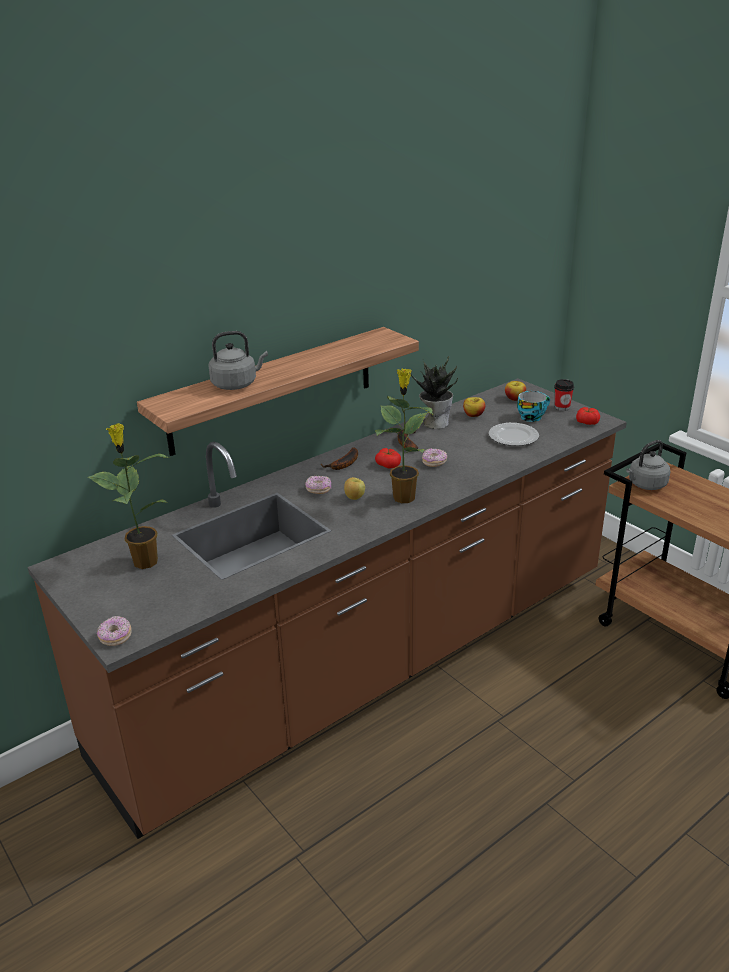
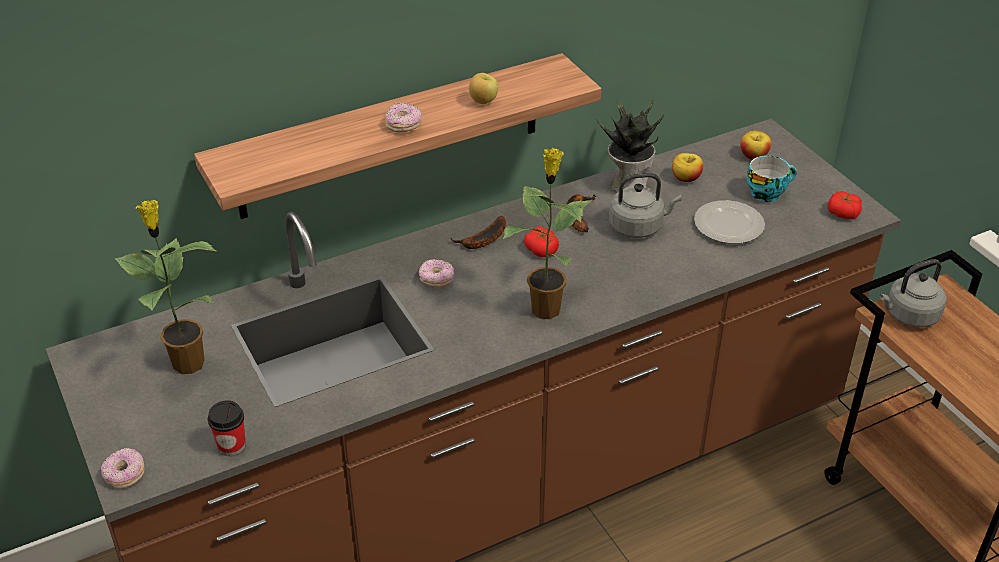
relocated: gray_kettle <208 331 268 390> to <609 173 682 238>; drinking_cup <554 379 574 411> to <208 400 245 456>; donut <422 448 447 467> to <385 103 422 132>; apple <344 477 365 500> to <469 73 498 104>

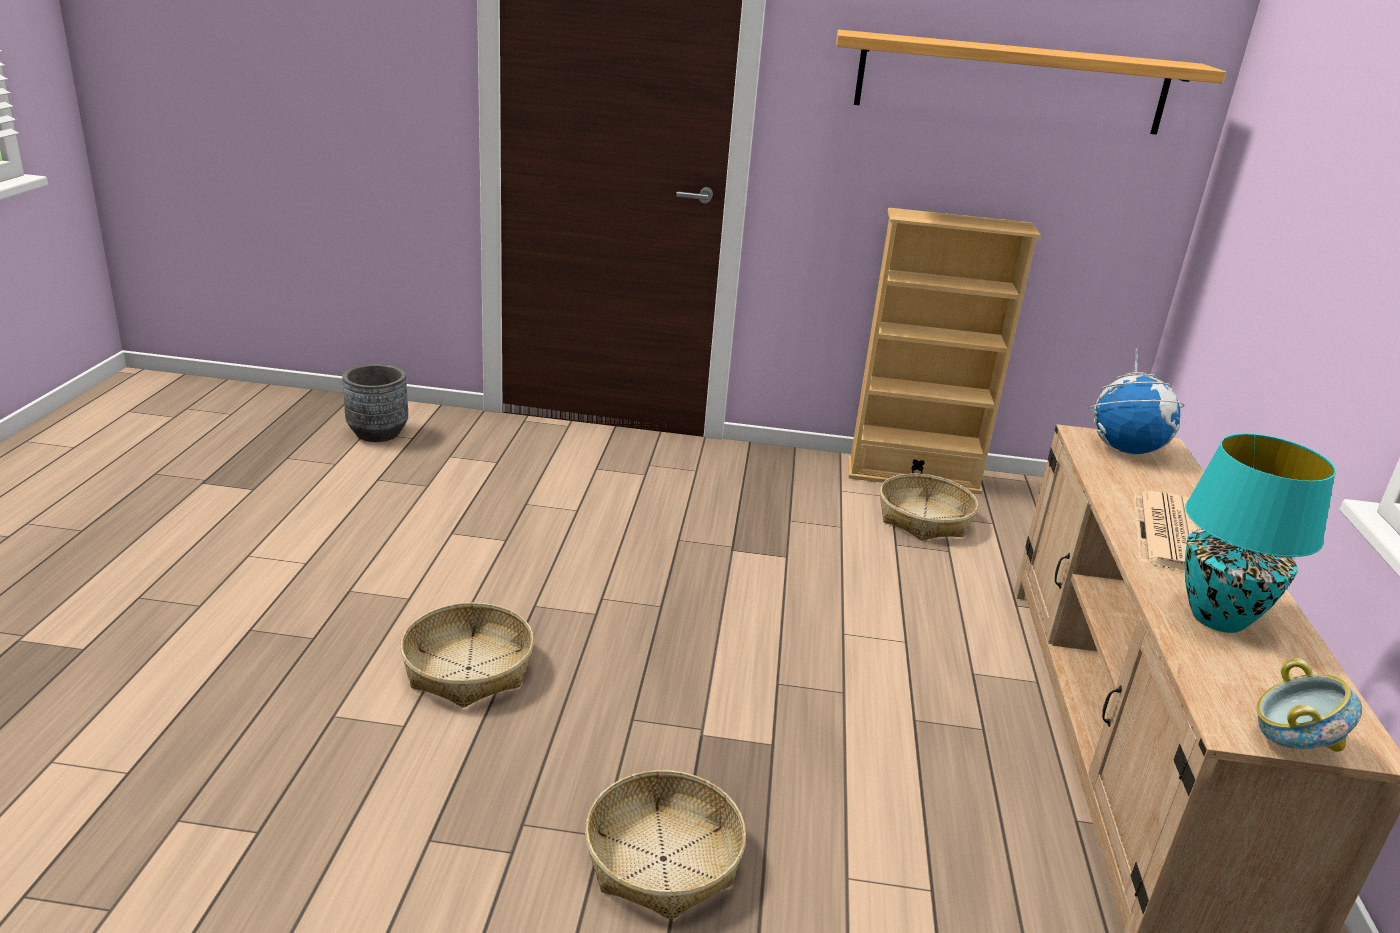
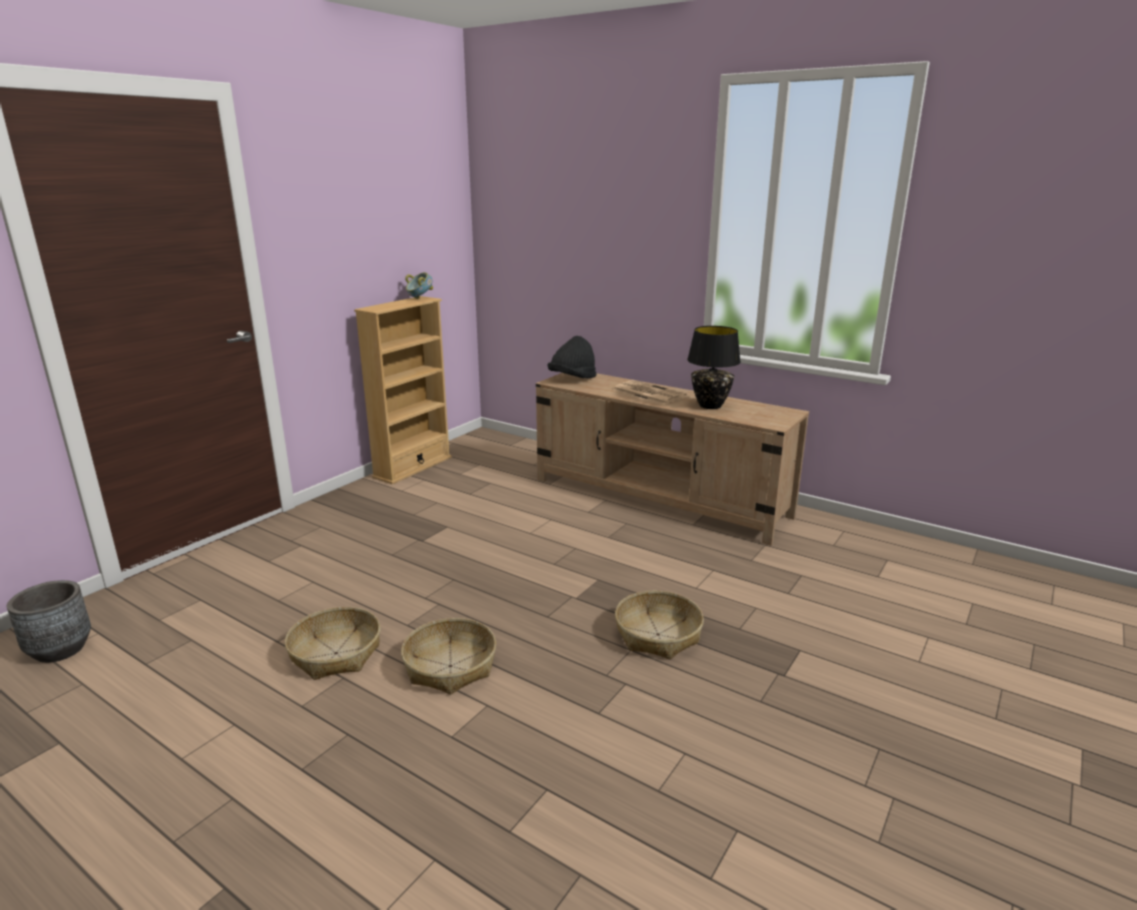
missing: shelf <836 30 1226 135>
relocated: storage_basket <880 473 978 541> to <285 607 380 680>; deep_dish <1256 658 1362 752> to <405 272 433 299>
exchanged: world_globe <1089 349 1185 454> to black-coloured_wearable_hat <548 336 597 378>
colour: turquoise_table_lamp <1185 434 1336 633> to black-coloured_table_lamp <687 326 741 409>

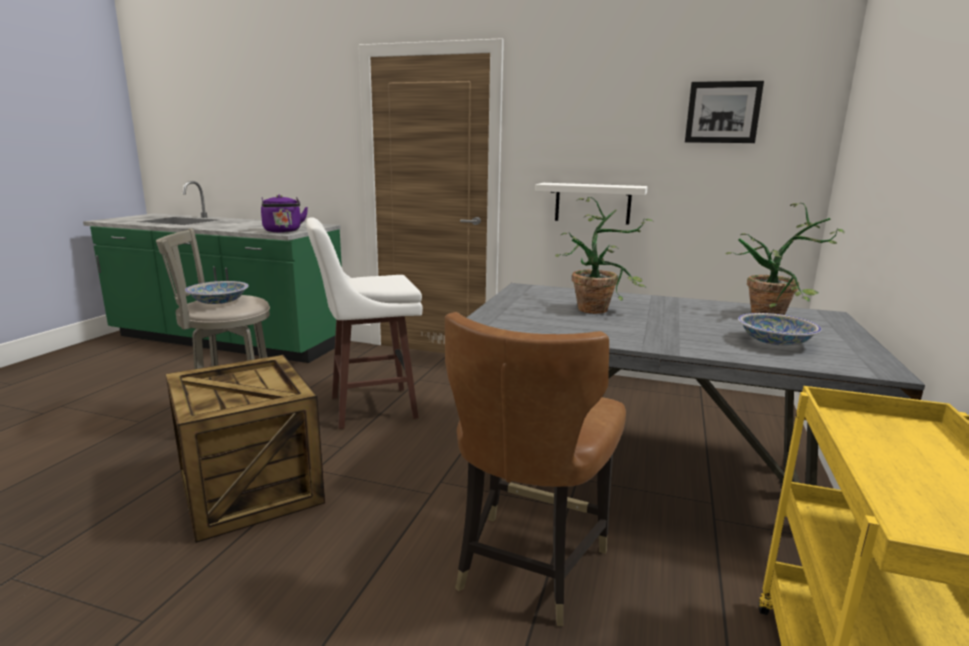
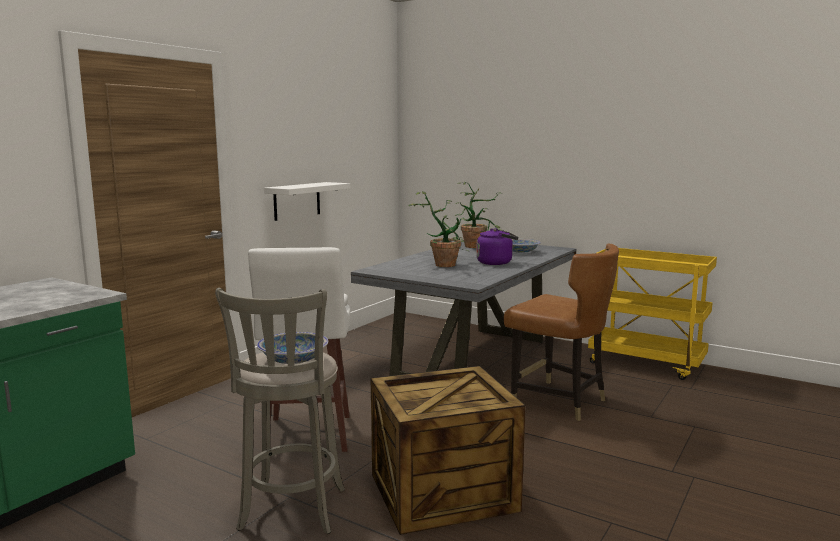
missing: picture <685 81 764 143>
relocated: purple-coloured_kettle <261 195 308 232> to <476 228 518 265>

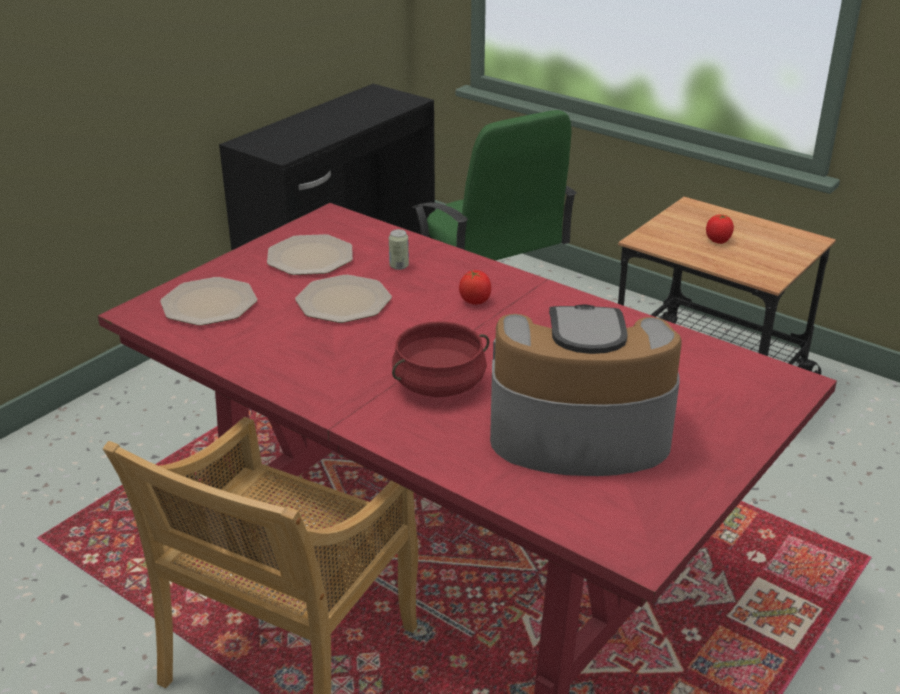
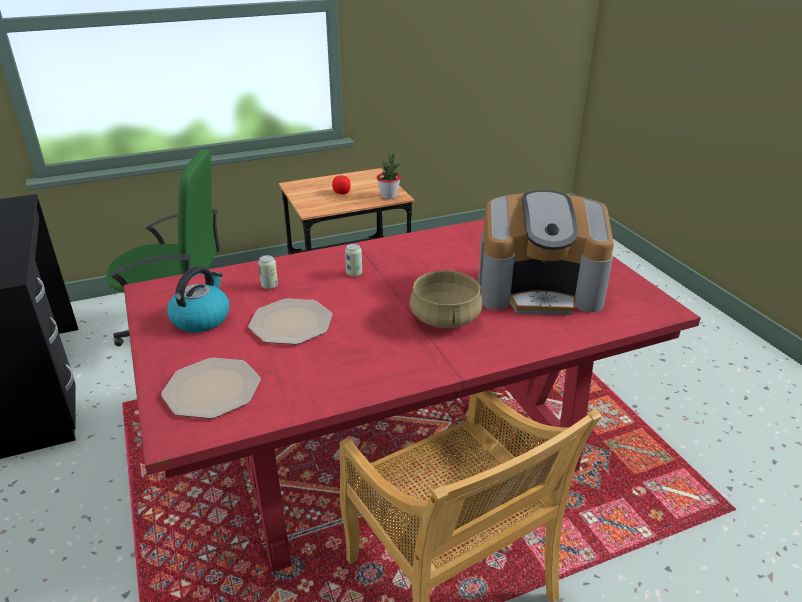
appeared: houseplant <377 152 401 199>
exchanged: flat_dish <267 234 353 275> to kettle <167 266 229 332>; fresh_tomato <459 270 491 305> to sealed_can <345 244 362 277>
colour: red_stockpot <392 321 490 397> to beige_stockpot <409 270 482 328>
spun: coffee_machine <490 305 682 476> = <478 190 614 315> 120 degrees counterclockwise

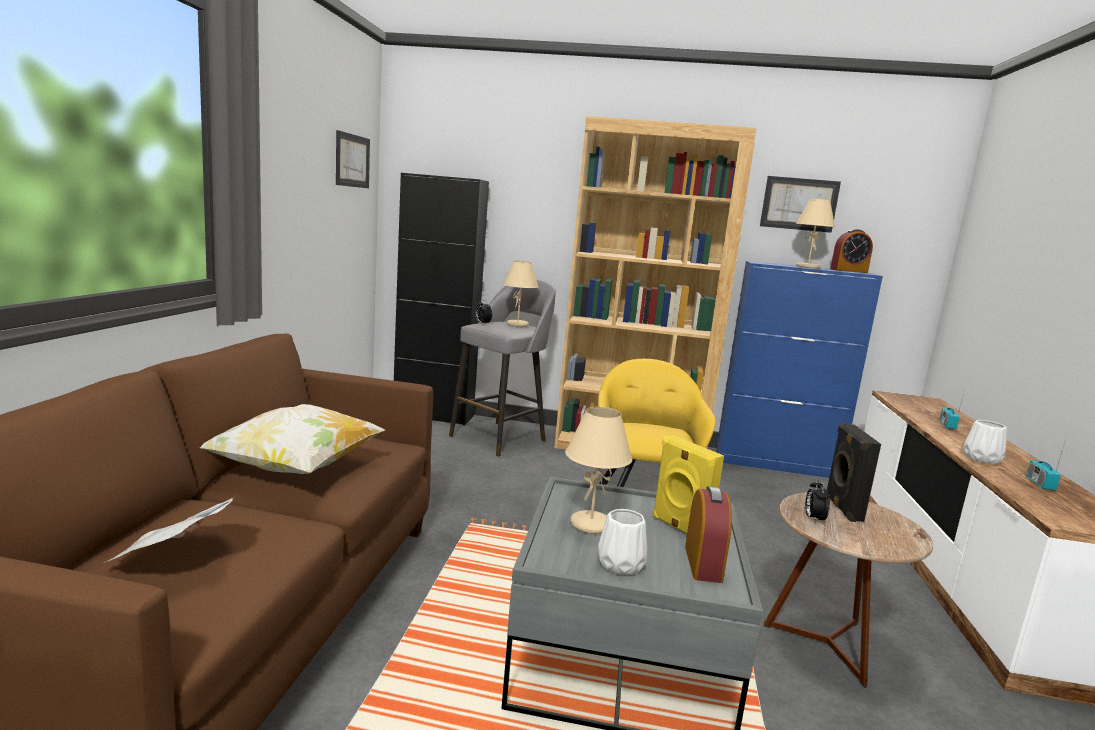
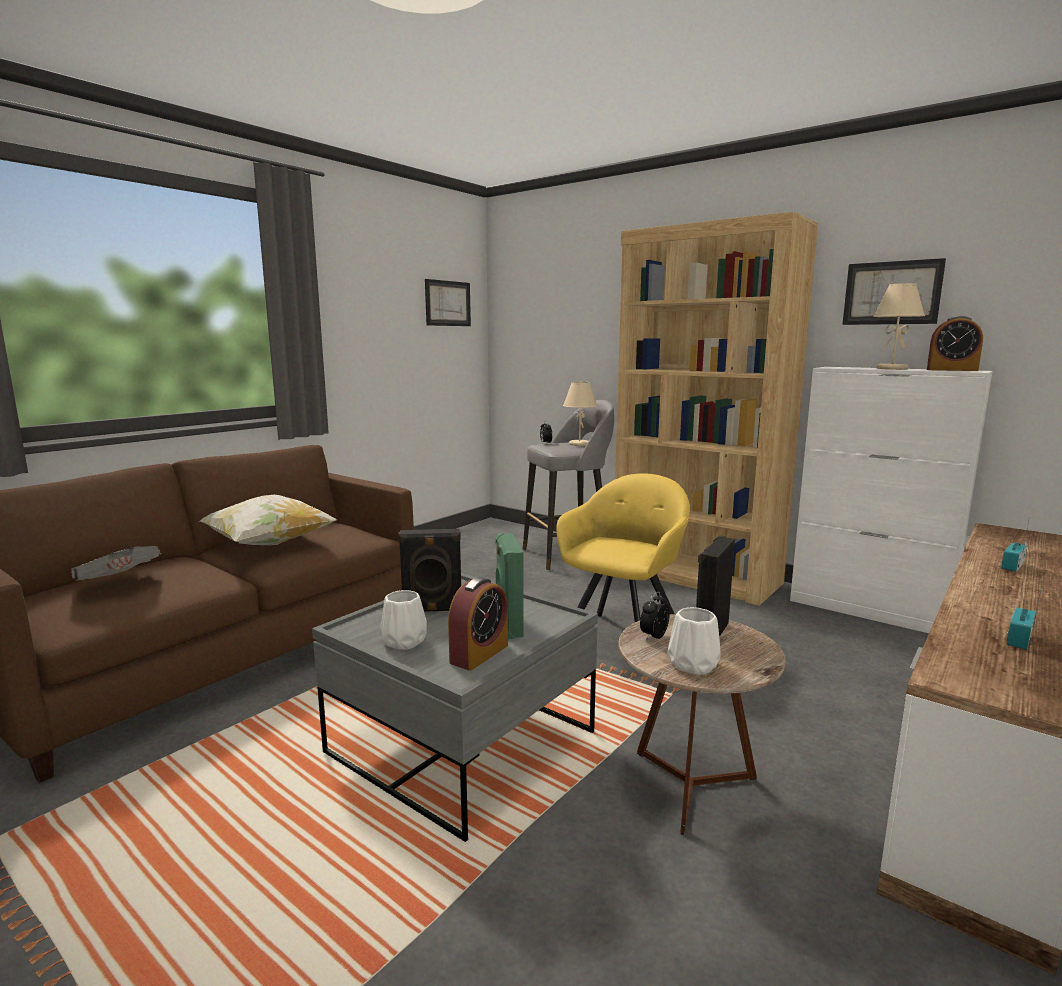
missing: black-coloured_cabinet <394 173 489 426>
relocated: white-coloured_flower_vase <963 420 1007 464> to <668 607 721 675>
exchanged: beige_table_lamp <565 407 632 534> to black-coloured_audio_speaker <398 529 461 612>
colour: blue-coloured_cabinet <716 261 883 478> to white-coloured_cabinet <790 367 993 633>; yellowish_audio_speaker <652 435 724 534> to green-coloured_audio_speaker <495 533 524 639>

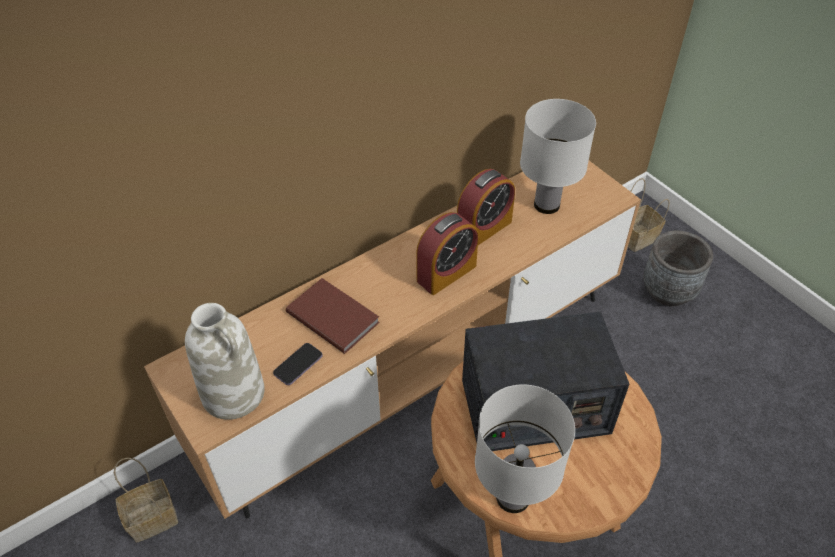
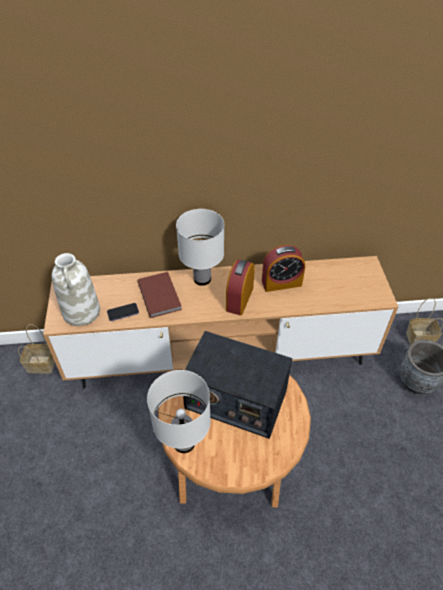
relocated: white-coloured_table_lamp <520 99 596 214> to <176 209 224 286>
spun: alarm_clock <416 212 478 295> = <226 259 255 315> 120 degrees clockwise

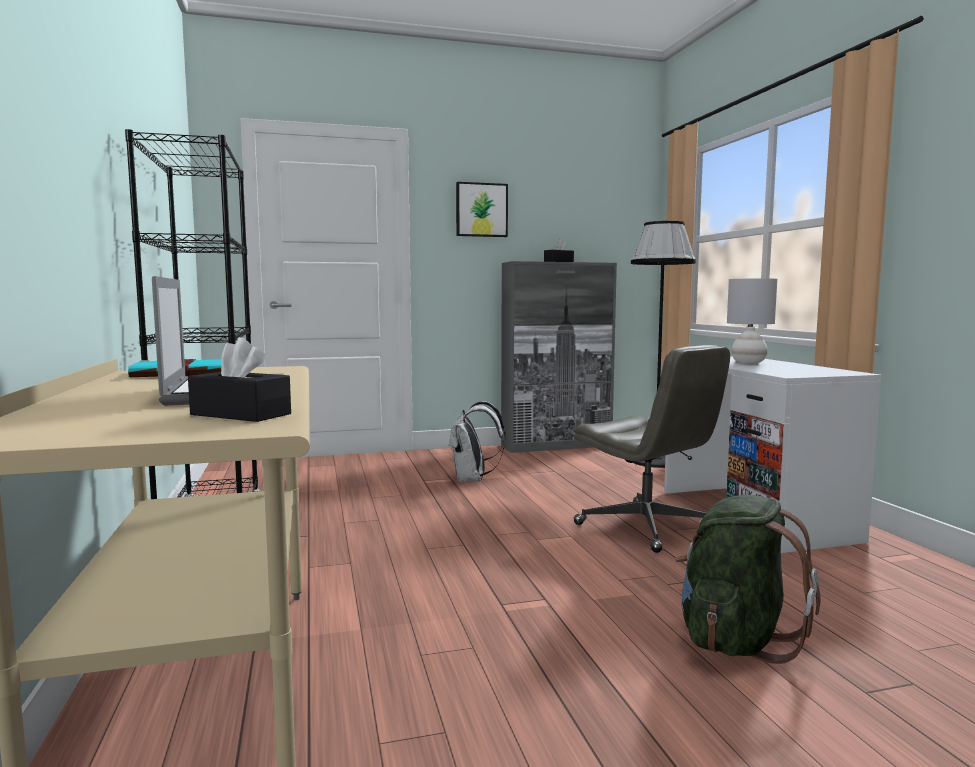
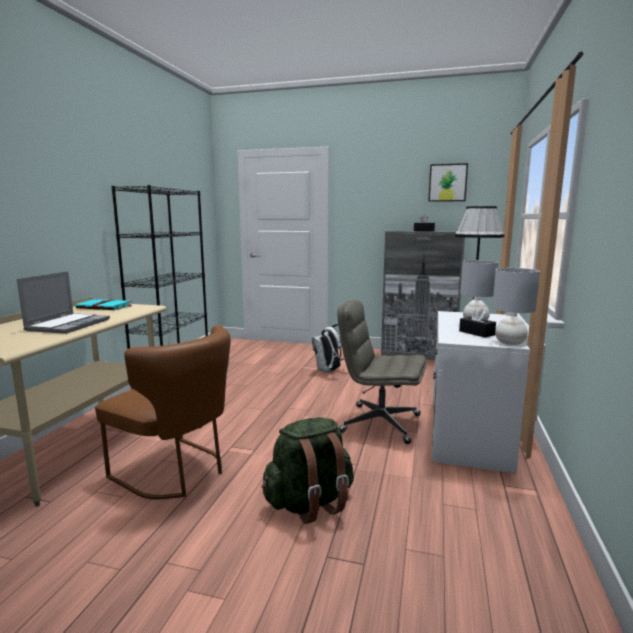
appeared: gray_table_lamp <492 268 540 345>; brown-coloured_chair <95 325 231 499>
relocated: picture <456 182 508 237> to <428 163 468 202>; black-coloured_tissue_holder <188 337 291 422> to <459 307 496 338>
spun: gray_desk_chair <573 345 730 553> = <337 300 426 444> 120 degrees clockwise

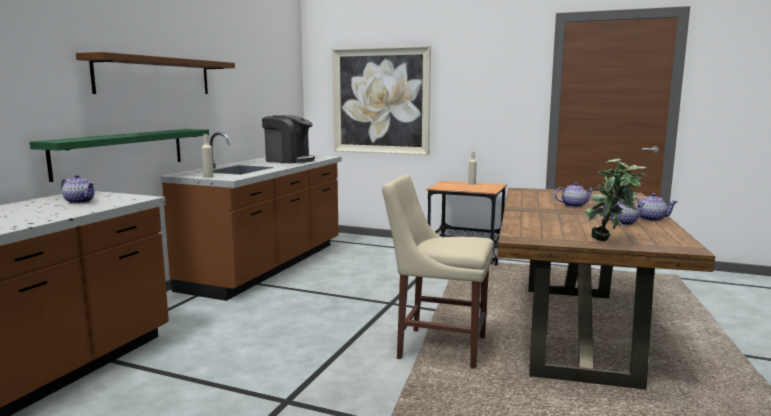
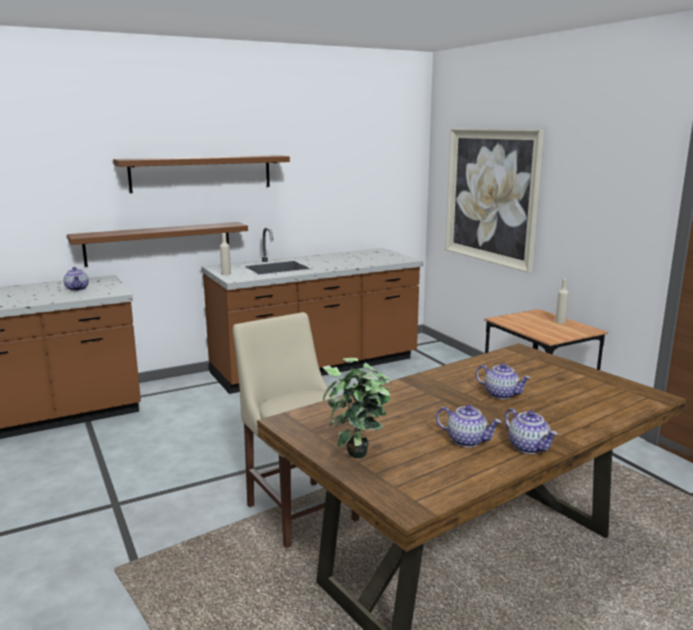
missing: coffee_machine <262 115 315 164>
colour: green-coloured_shelf <30 129 209 182> to brown-coloured_shelf <67 222 248 267>

